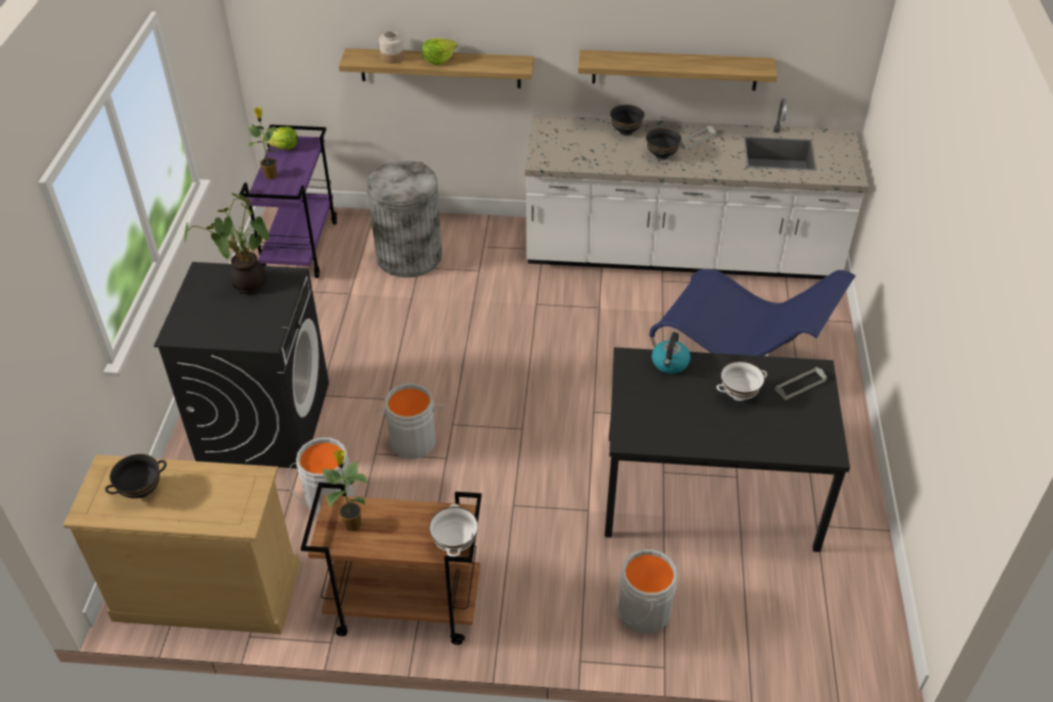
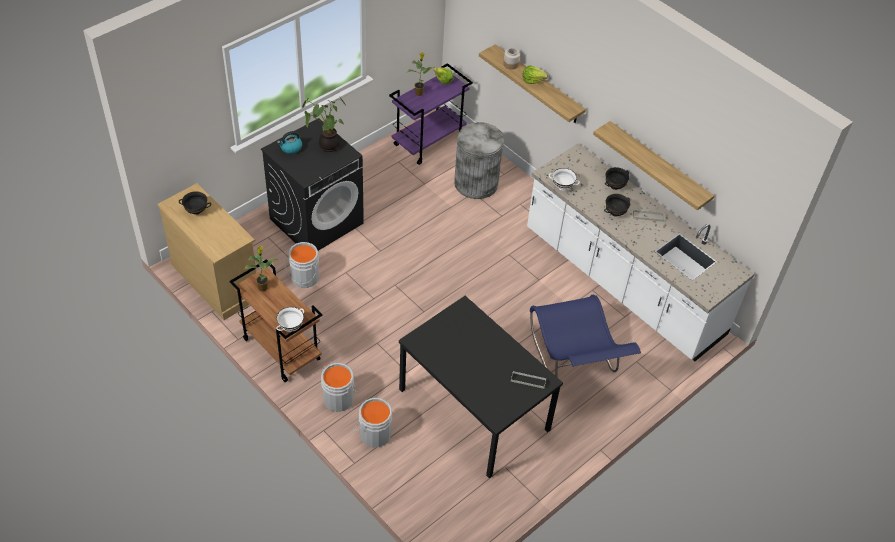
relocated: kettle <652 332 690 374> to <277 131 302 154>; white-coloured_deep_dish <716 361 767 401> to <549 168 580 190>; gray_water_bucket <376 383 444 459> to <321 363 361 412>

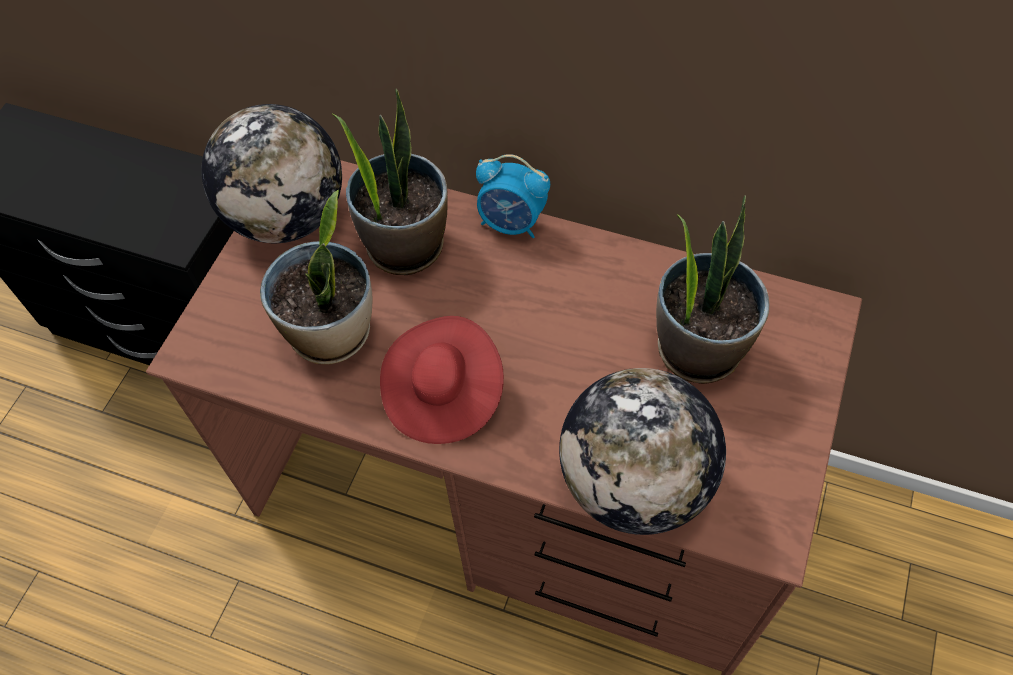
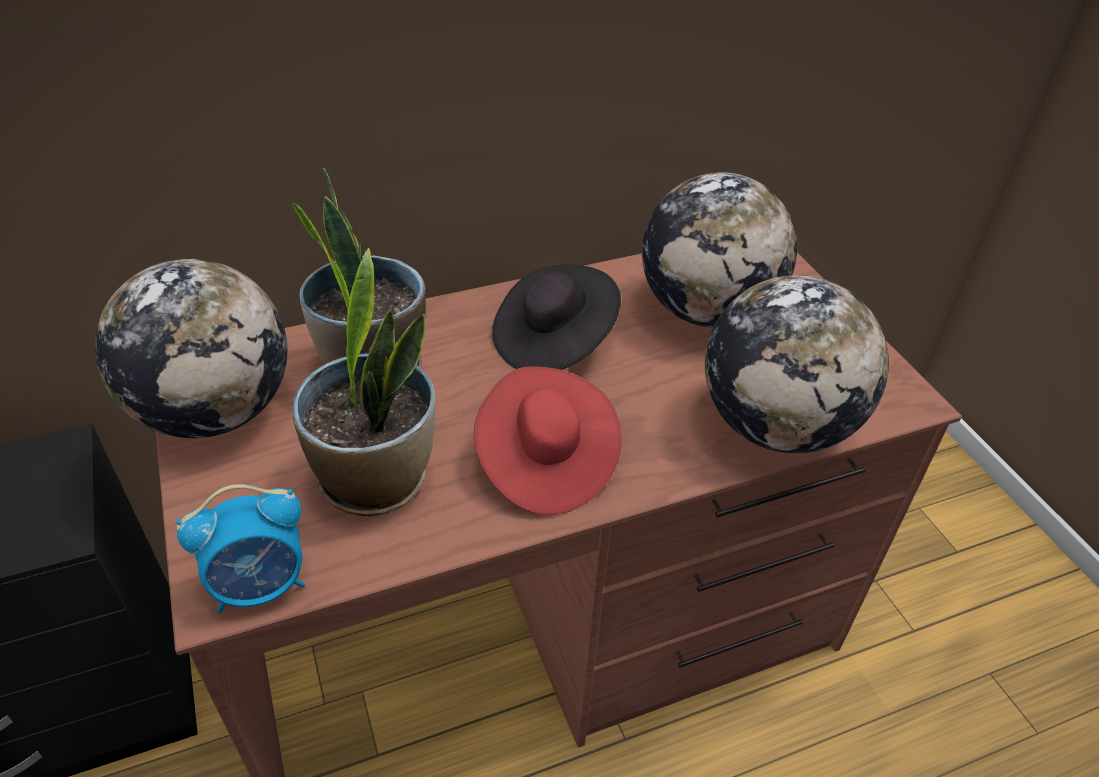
appeared: black-coloured_wearable_hat <492 264 621 370>
relocated: alarm_clock <476 154 550 238> to <176 484 305 613>
exchanged: houseplant <656 195 770 384> to world_globe <642 172 797 327>

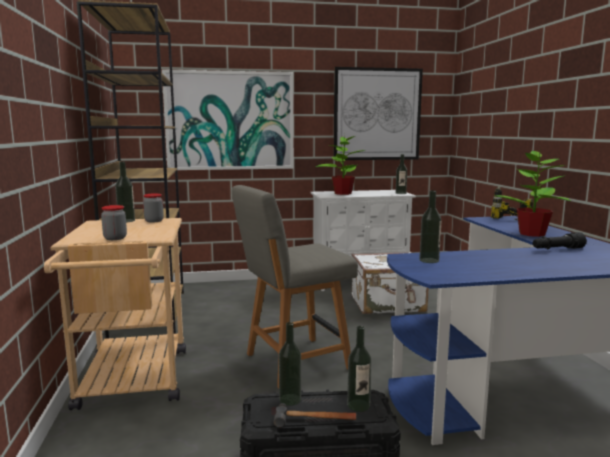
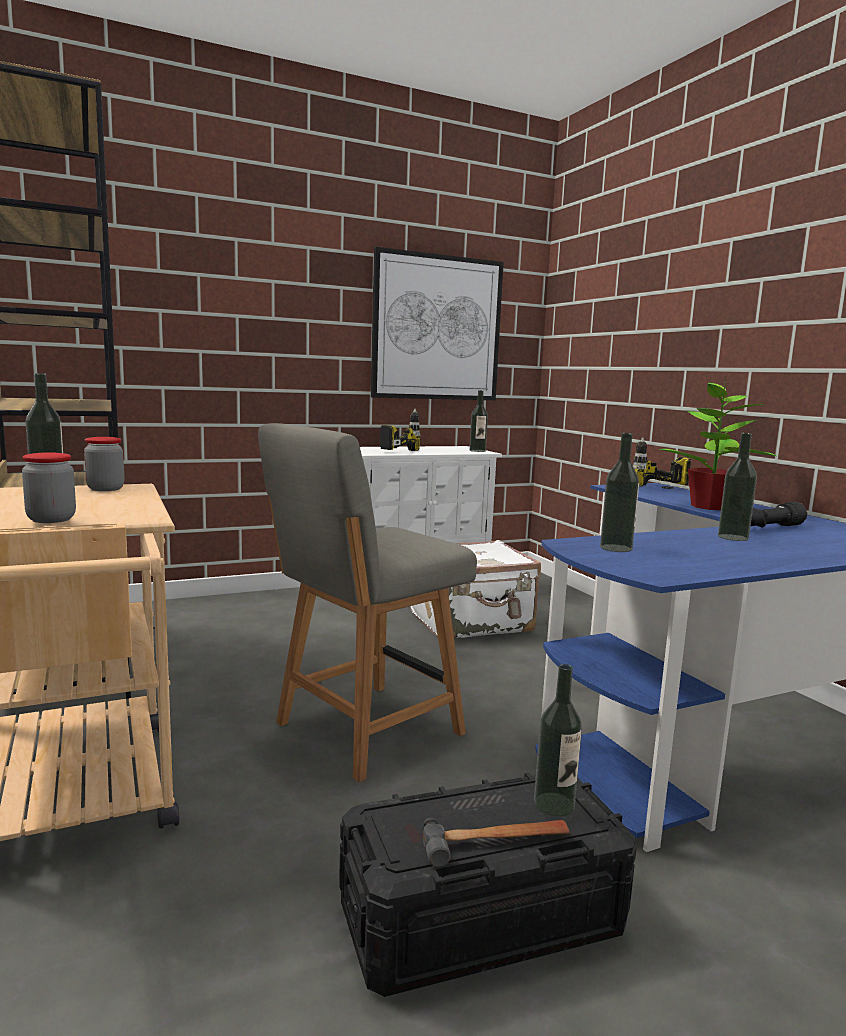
missing: picture <162 69 294 170>
relocated: drink_bottle <279 322 301 406> to <718 433 757 541>
exchanged: houseplant <315 136 366 195> to drill <380 409 420 451>

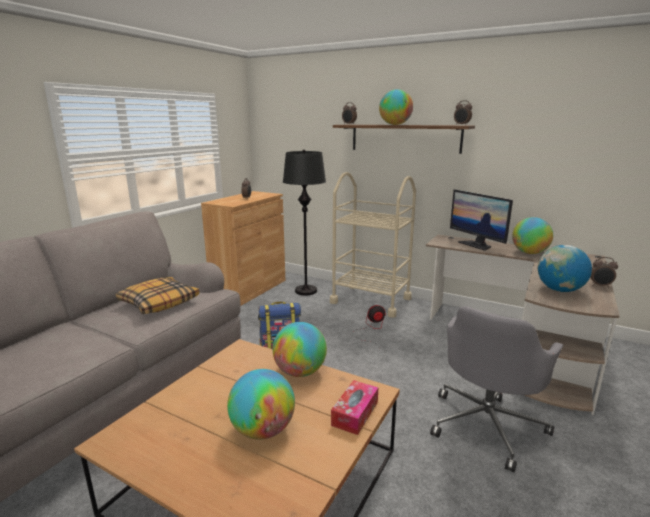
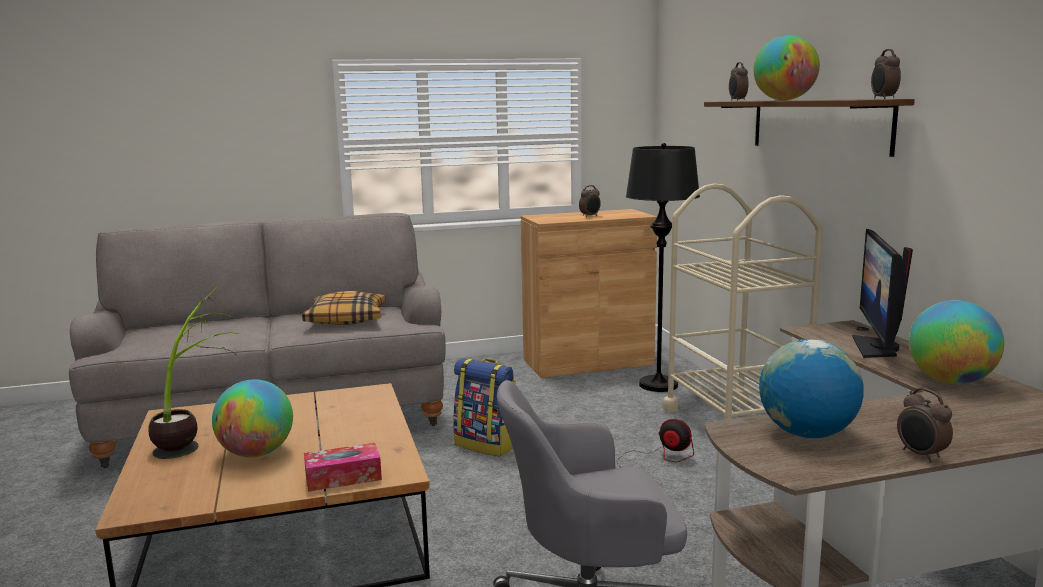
missing: world_globe <273 322 327 377>
appeared: houseplant <148 286 239 459>

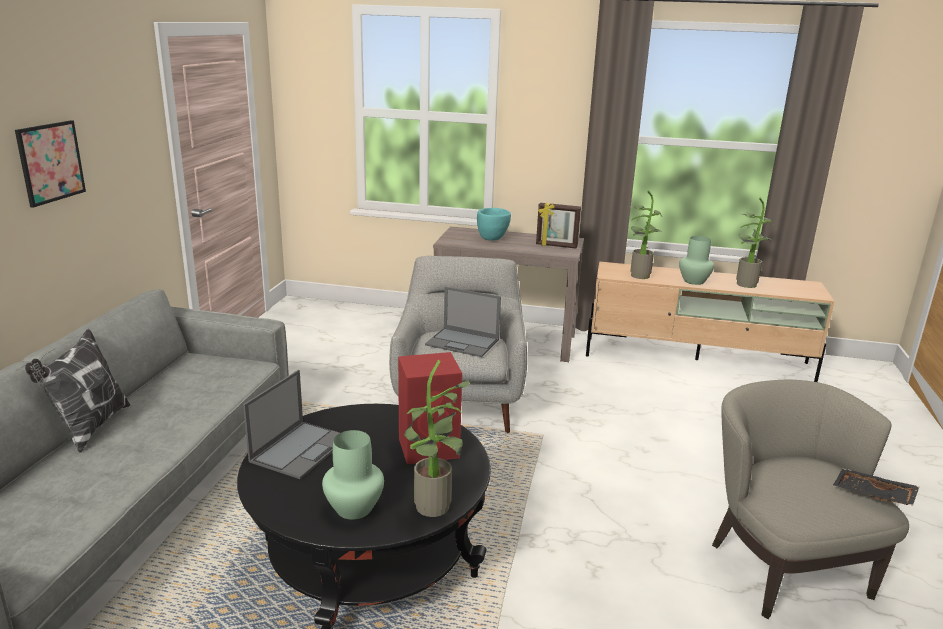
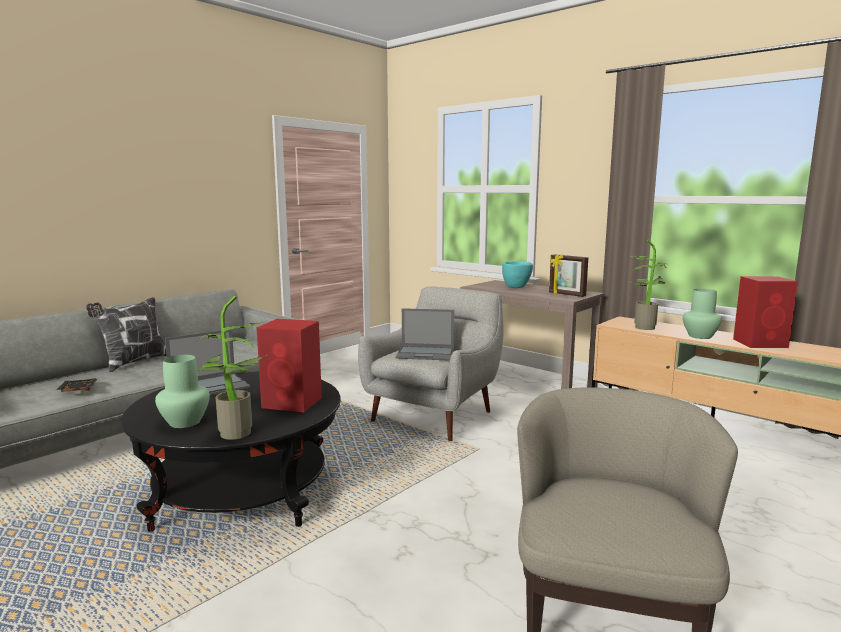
missing: picture <15 120 86 208>
relocated: black-coloured_carrying_tray <833 468 920 506> to <56 378 98 392>
exchanged: houseplant <736 197 773 288> to red_audio_speaker <733 276 798 348>
spun: portable_computer <425 287 501 357> = <396 308 454 361> 45 degrees counterclockwise

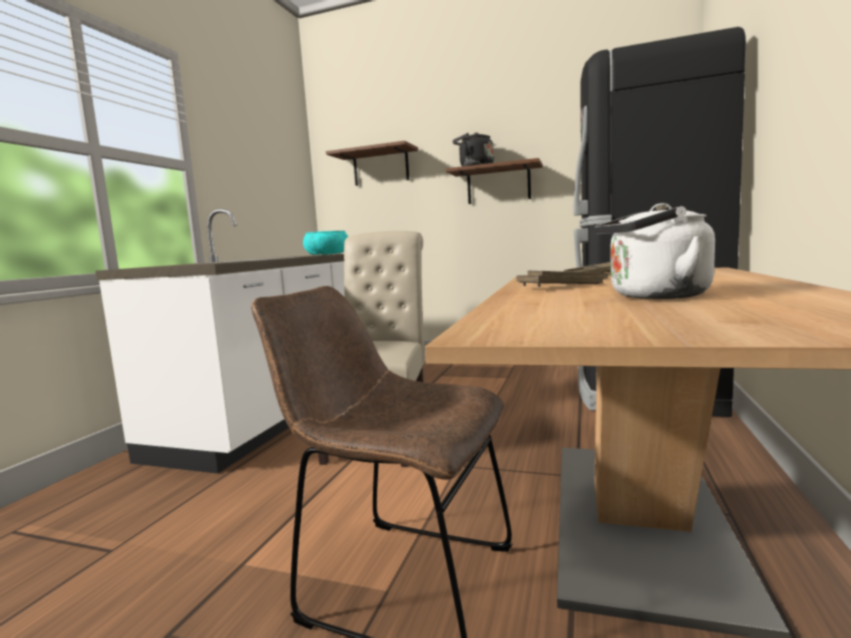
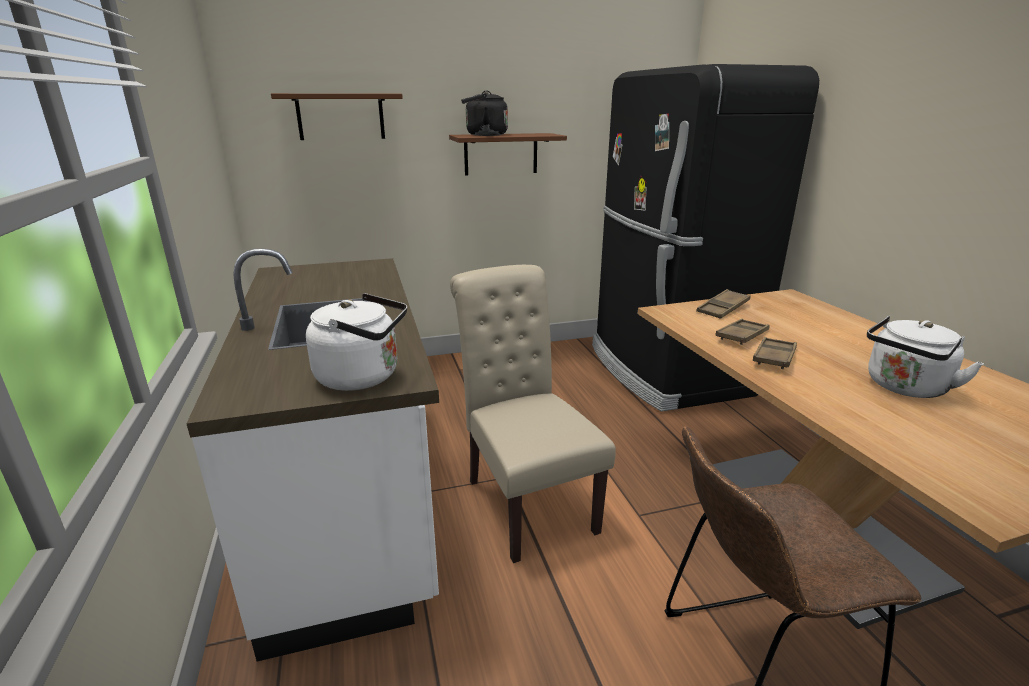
missing: turquoise_deep_dish <303 231 348 255>
appeared: white-coloured_kettle <306 293 407 391>

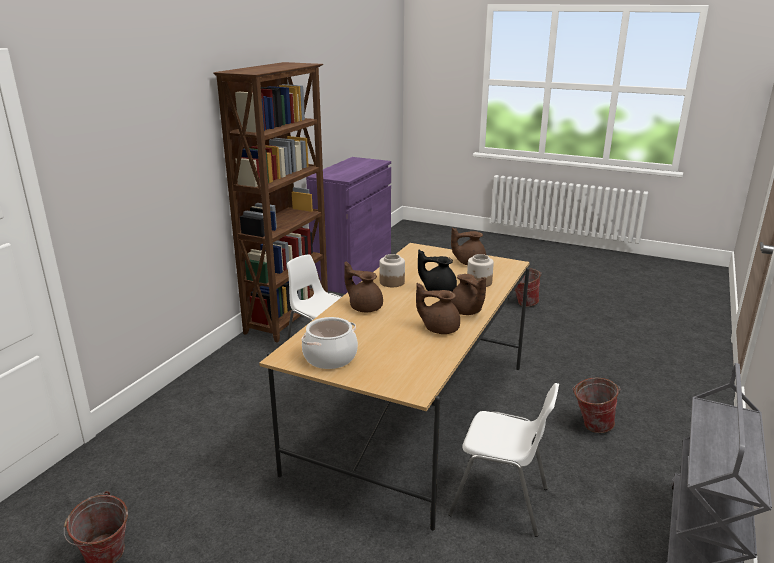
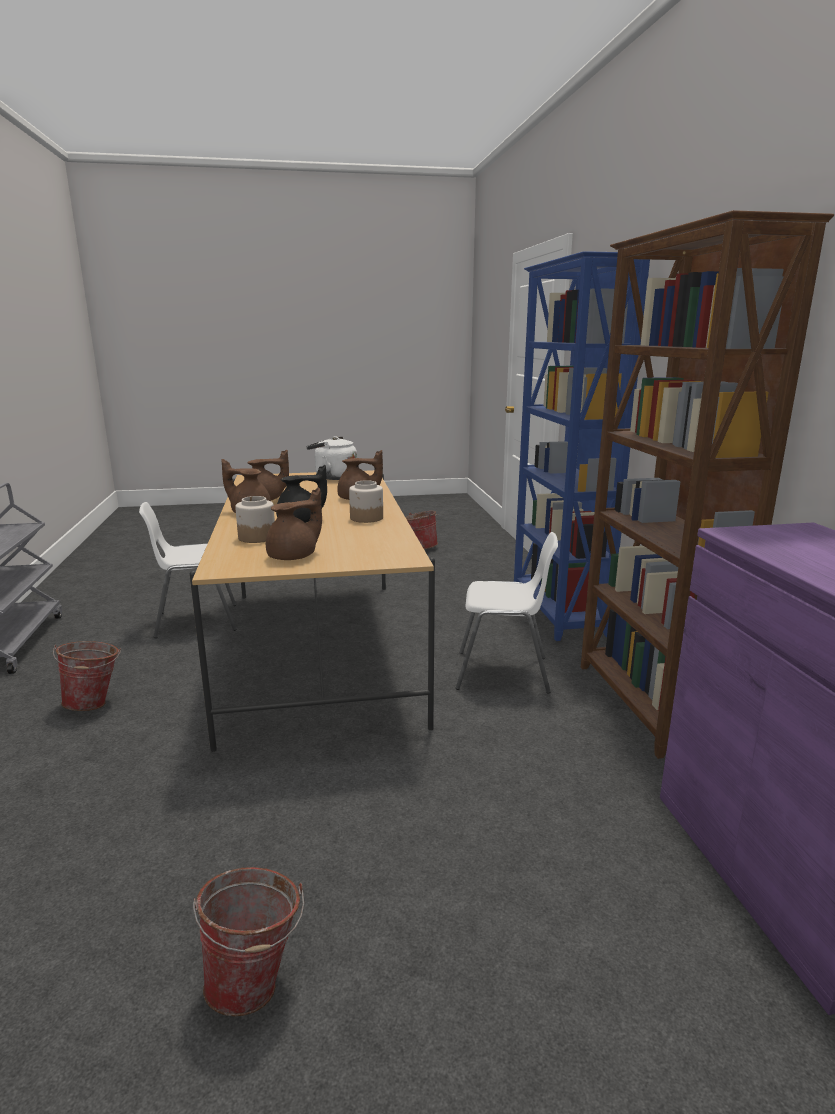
appeared: blue-coloured_shelving_unit <514 251 650 641>
exchanged: stockpot <302 317 358 369> to white-coloured_kettle <306 436 357 480>

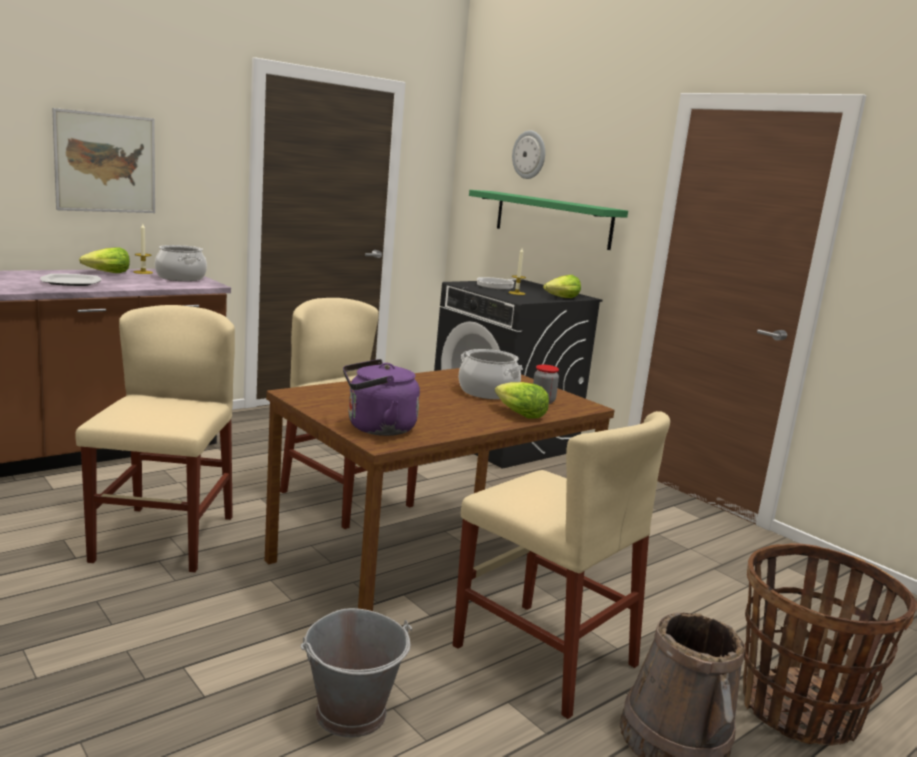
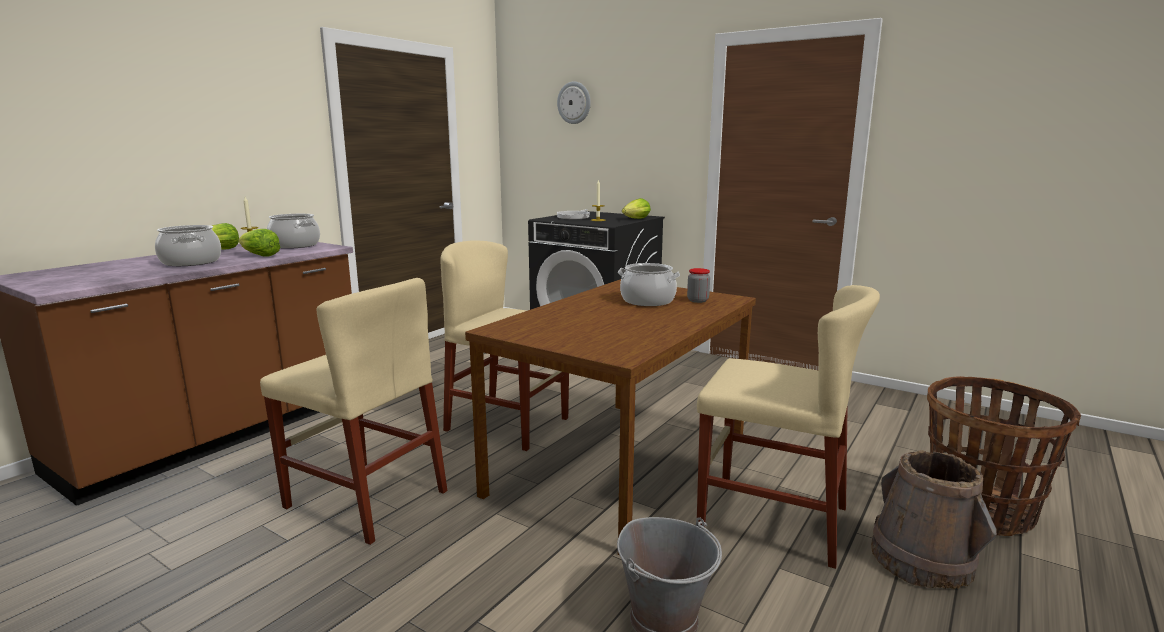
missing: picture <52 108 155 213>; green-coloured_shelf <469 190 628 250>; purple-coloured_kettle <343 359 420 436>
relocated: lettuce_head <495 382 549 419> to <239 229 281 257>
exchanged: flat_dish <40 274 101 286> to stockpot <155 225 221 266>
spun: beige_chair <75 305 235 572> = <260 278 447 545> 135 degrees clockwise

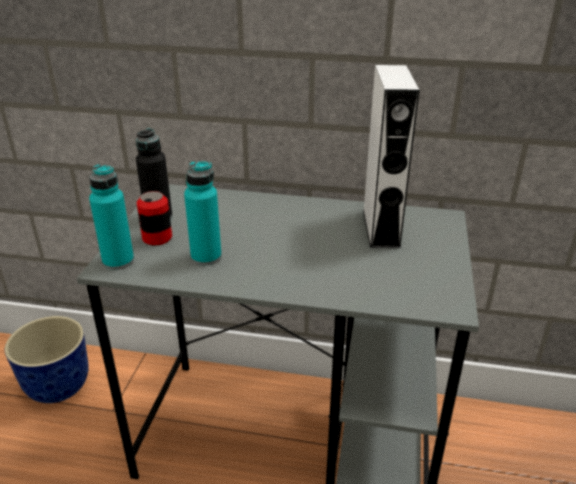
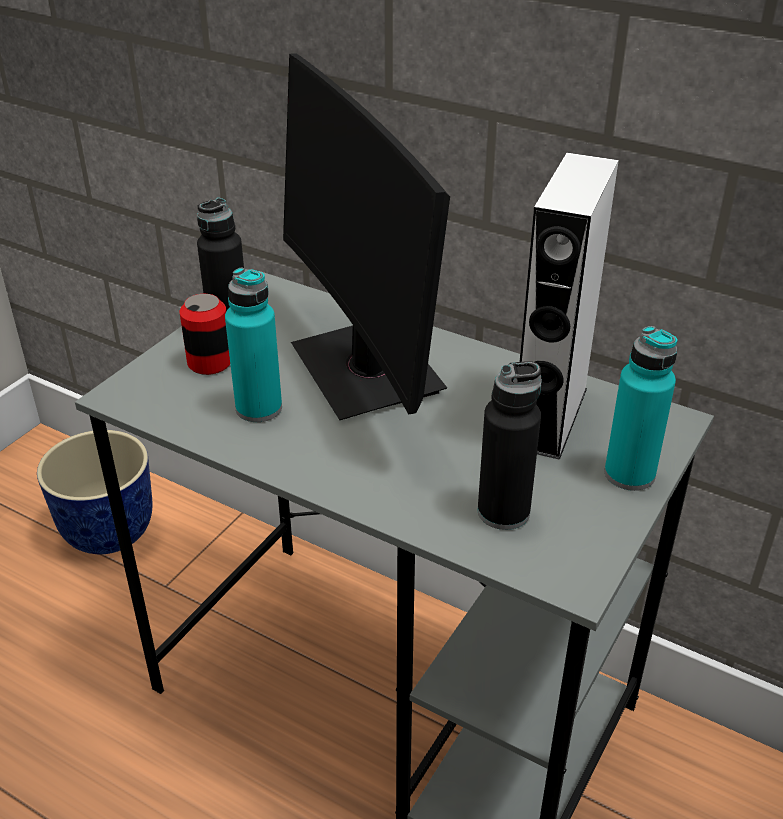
appeared: computer_screen <283 53 450 420>; black-coloured_drink_bottle <478 361 542 530>
relocated: turquoise_drink_bottle <89 164 134 270> to <605 326 678 491>

